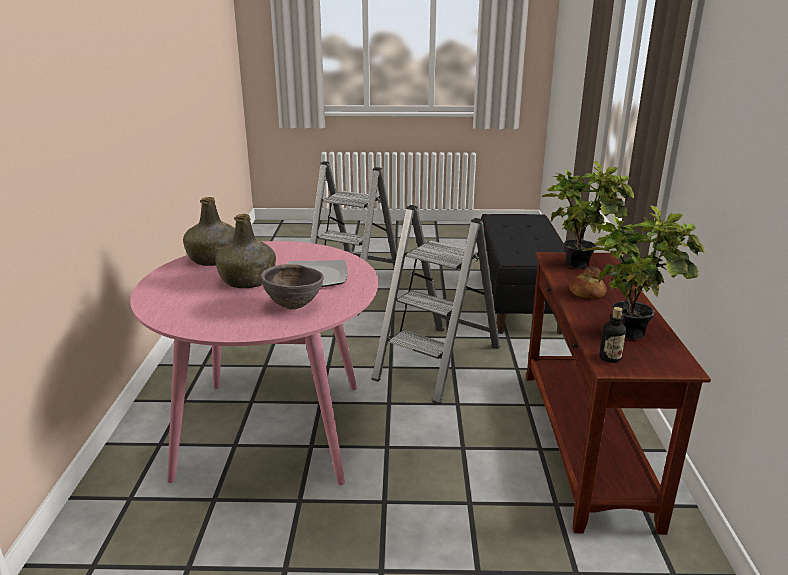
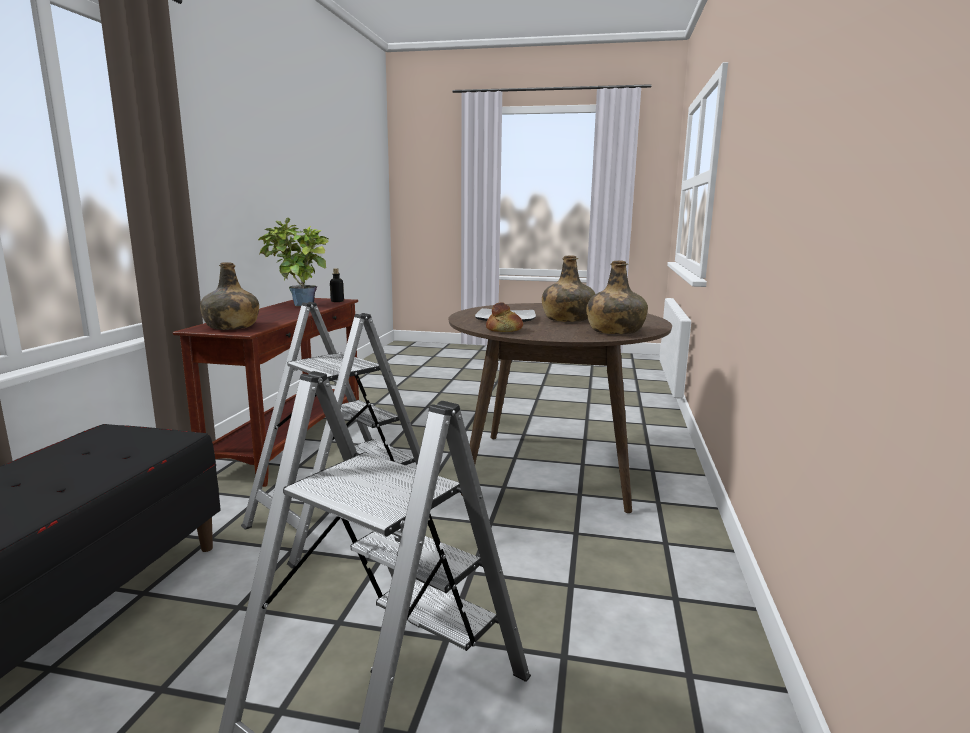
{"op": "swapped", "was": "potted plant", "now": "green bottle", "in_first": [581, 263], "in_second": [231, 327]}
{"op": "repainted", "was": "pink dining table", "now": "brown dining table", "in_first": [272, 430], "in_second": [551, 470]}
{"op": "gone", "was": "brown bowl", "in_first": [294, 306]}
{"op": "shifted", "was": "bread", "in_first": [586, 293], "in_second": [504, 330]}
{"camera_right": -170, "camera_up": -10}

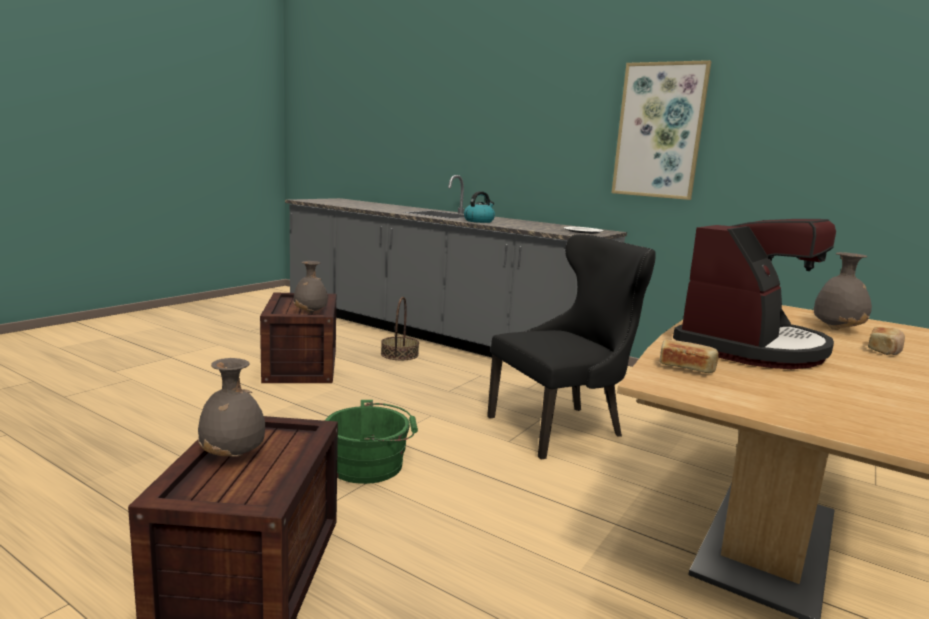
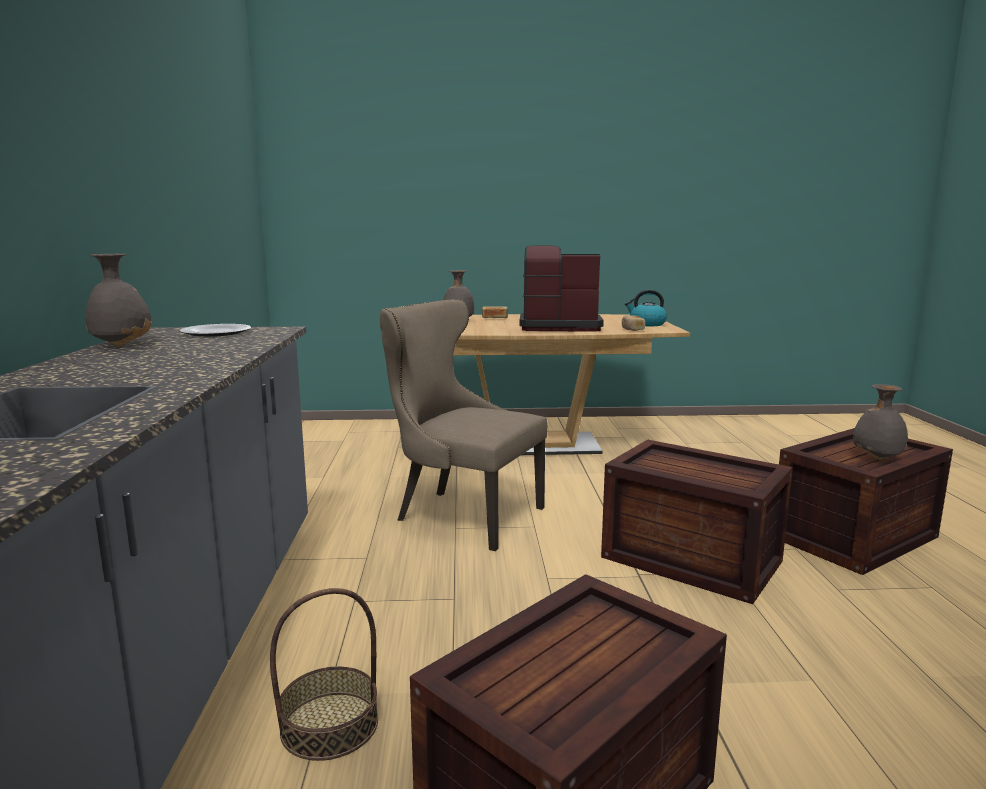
{"op": "gone", "was": "picture", "in_first": [659, 131]}
{"op": "shifted", "was": "kettle", "in_first": [479, 221], "in_second": [646, 324]}
{"op": "repainted", "was": "black chair", "now": "beige chair", "in_first": [561, 428], "in_second": [463, 515]}
{"op": "shifted", "was": "grey vase", "in_first": [311, 313], "in_second": [122, 345]}
{"op": "swapped", "was": "green bucket", "now": "crate", "in_first": [370, 465], "in_second": [693, 560]}
{"camera_right": -125, "camera_up": 0}

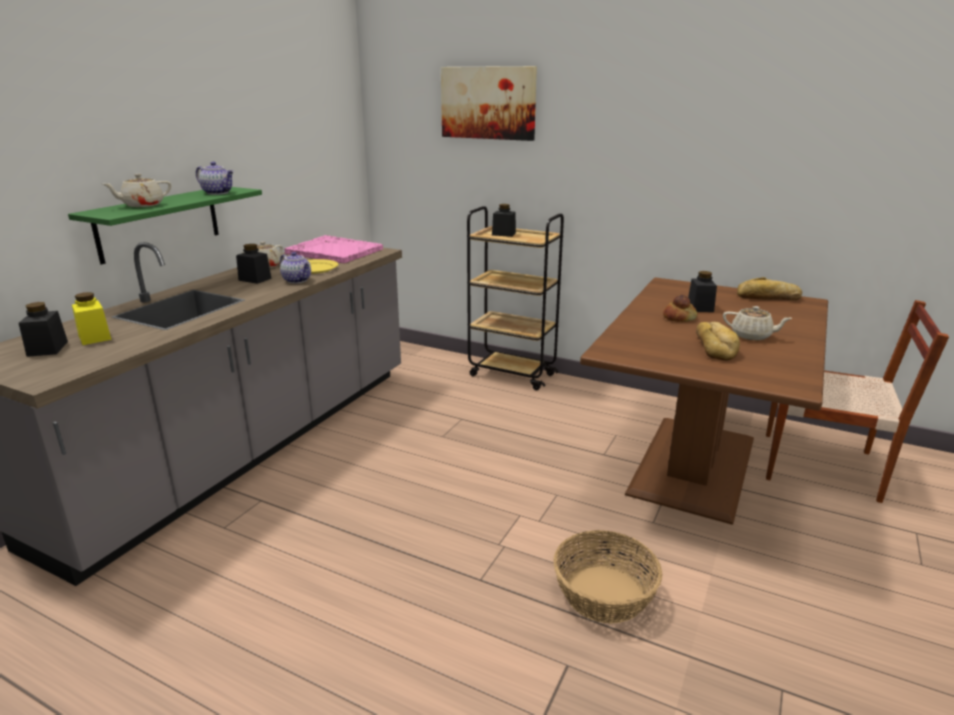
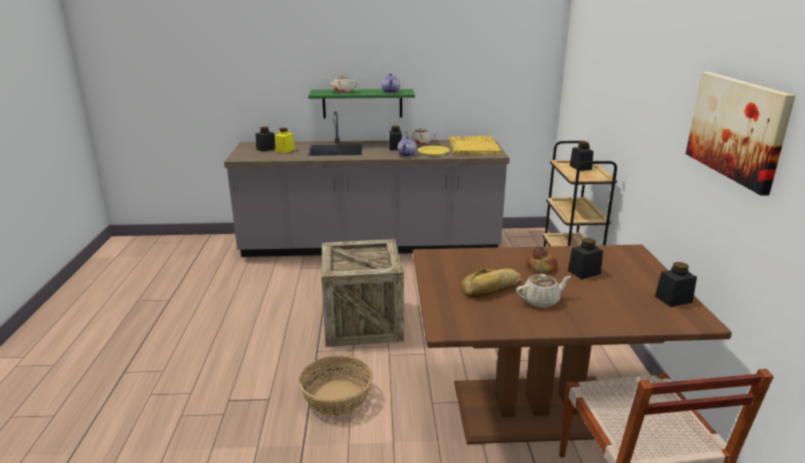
{"op": "shifted", "was": "picture", "in_first": [488, 103], "in_second": [737, 128]}
{"op": "repainted", "was": "pink tray", "now": "yellow tray", "in_first": [333, 251], "in_second": [473, 146]}
{"op": "swapped", "was": "bread", "now": "black jar", "in_first": [768, 297], "in_second": [673, 299]}
{"op": "rotated", "was": "beige teapot", "in_first": [752, 336], "in_second": [541, 301], "clockwise": -105}
{"op": "new", "now": "crate", "in_second": [362, 323]}
{"camera_right": 60, "camera_up": 0}

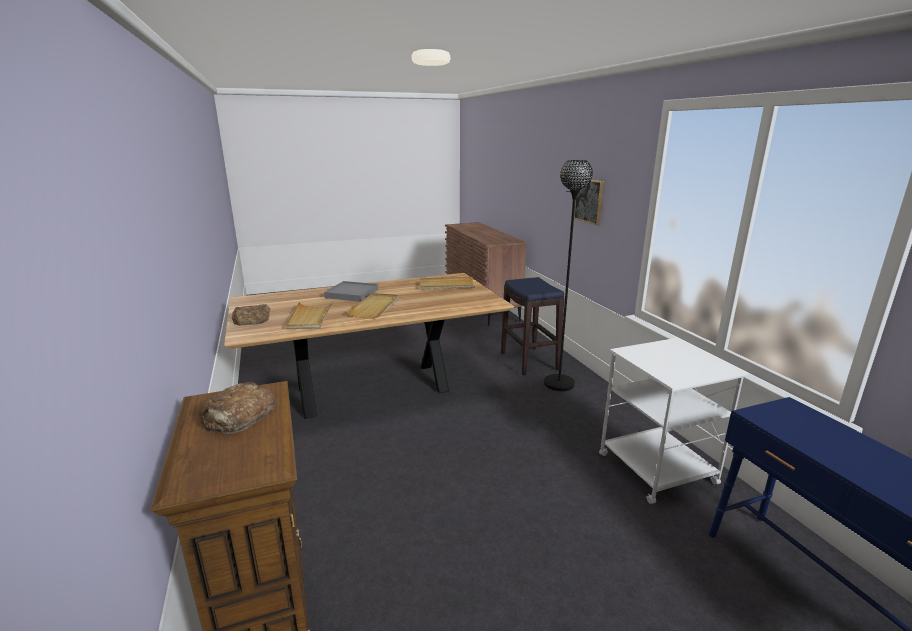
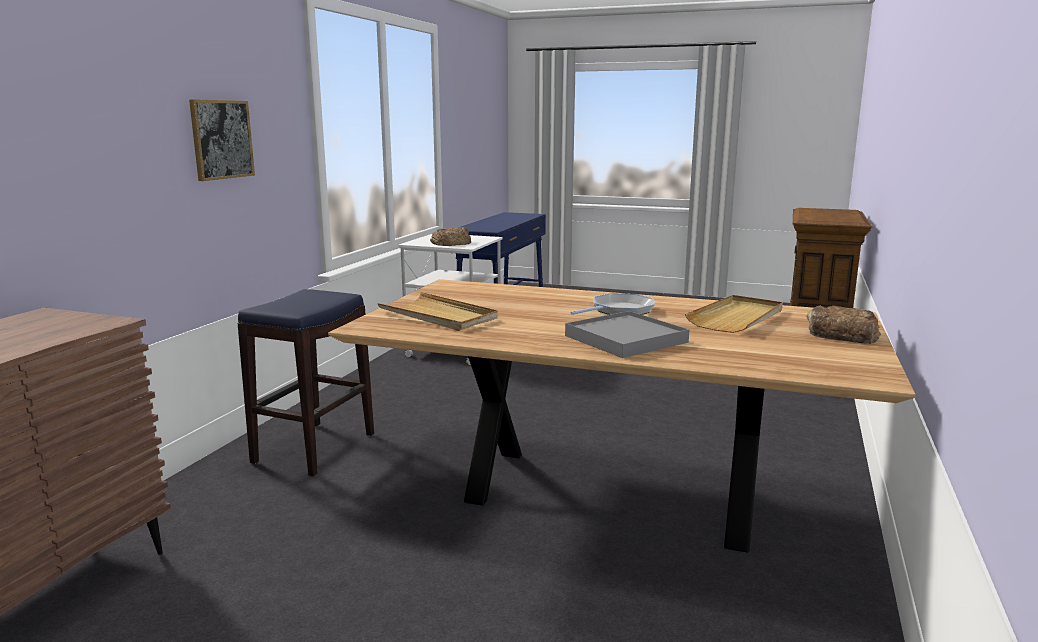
{"op": "gone", "was": "black floor lamp", "in_first": [558, 384]}
{"op": "swapped", "was": "beige tray", "now": "frying pan", "in_first": [375, 307], "in_second": [619, 310]}
{"op": "shifted", "was": "bread", "in_first": [238, 416], "in_second": [452, 243]}
{"camera_right": -140, "camera_up": -5}

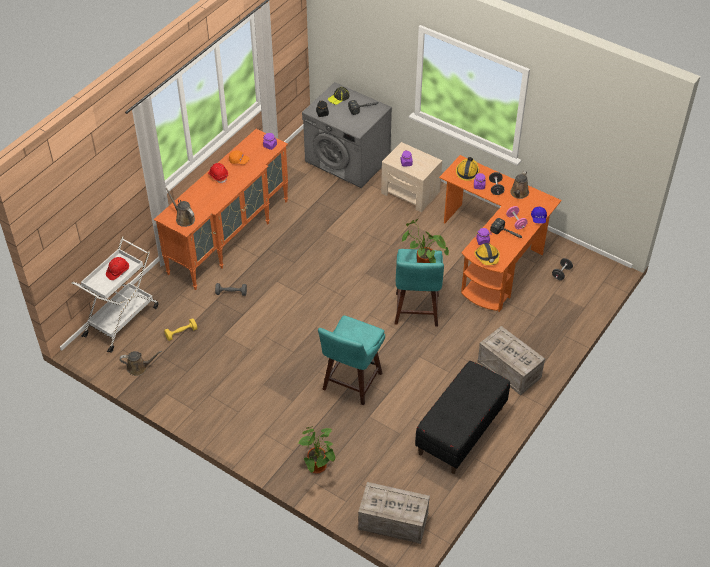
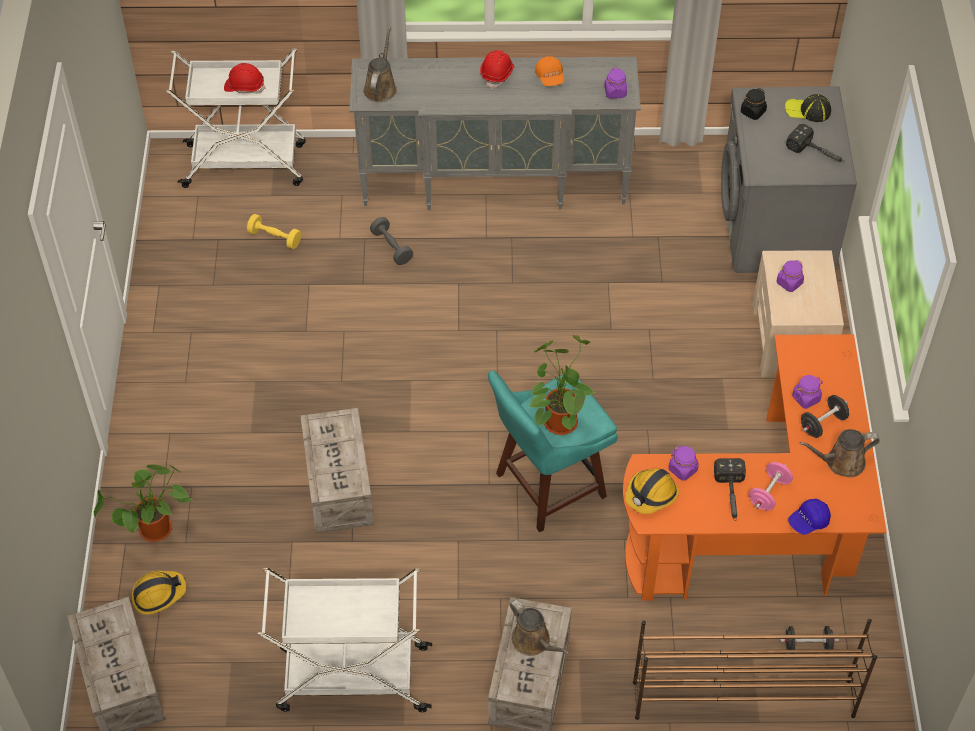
{"op": "repainted", "was": "orange cabinet", "now": "grey cabinet", "in_first": [230, 237], "in_second": [494, 183]}
{"op": "shifted", "was": "hard hat", "in_first": [467, 171], "in_second": [158, 594]}
{"op": "swapped", "was": "turquoise stool", "now": "crate", "in_first": [351, 383], "in_second": [338, 483]}
{"op": "shifted", "was": "brown watering can", "in_first": [139, 368], "in_second": [533, 641]}
{"op": "swapped", "was": "black bench", "now": "white cart", "in_first": [461, 431], "in_second": [352, 679]}
{"op": "new", "now": "brown shoe rack", "in_second": [742, 698]}
{"camera_right": 55, "camera_up": 5}

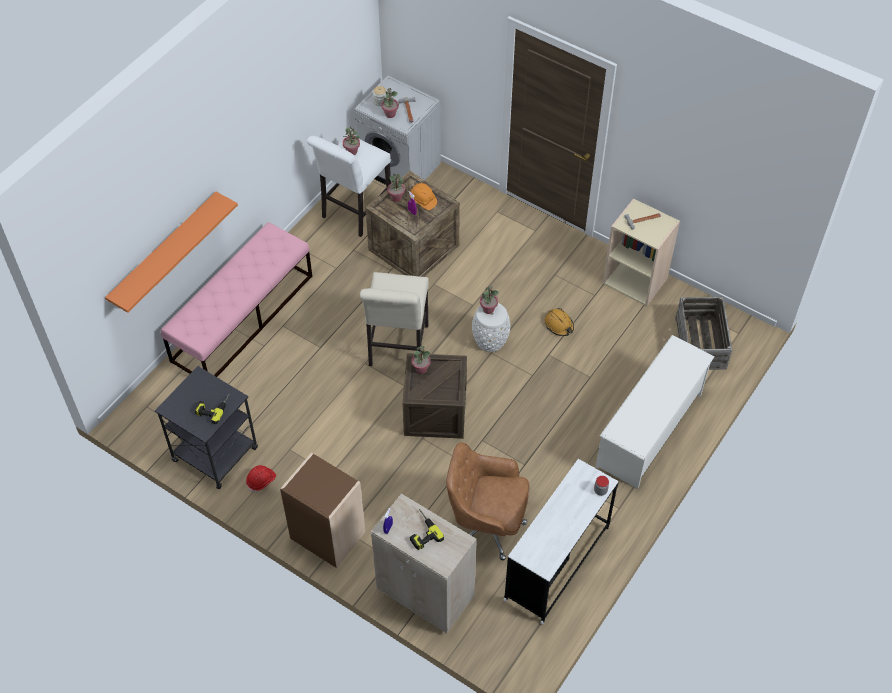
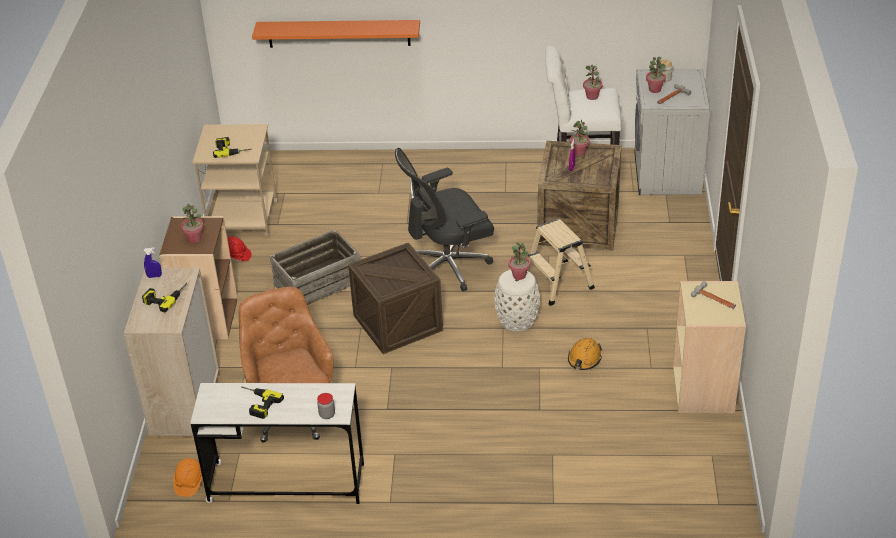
{"op": "shifted", "was": "orange hard hat", "in_first": [423, 200], "in_second": [189, 482]}
{"op": "gone", "was": "pink bench", "in_first": [243, 317]}
{"op": "swapped", "was": "beige stool", "now": "office chair", "in_first": [397, 349], "in_second": [448, 267]}
{"op": "shifted", "was": "crate", "in_first": [701, 342], "in_second": [318, 284]}
{"op": "gone", "was": "white shoe rack", "in_first": [649, 430]}
{"op": "shifted", "was": "potted plant", "in_first": [421, 369], "in_second": [194, 238]}
{"op": "repainted", "was": "black cart", "now": "beige cart", "in_first": [214, 452], "in_second": [243, 218]}
{"op": "new", "now": "beige step ladder", "in_second": [558, 282]}
{"op": "new", "now": "power drill", "in_second": [256, 403]}
{"camera_right": 60, "camera_up": -15}

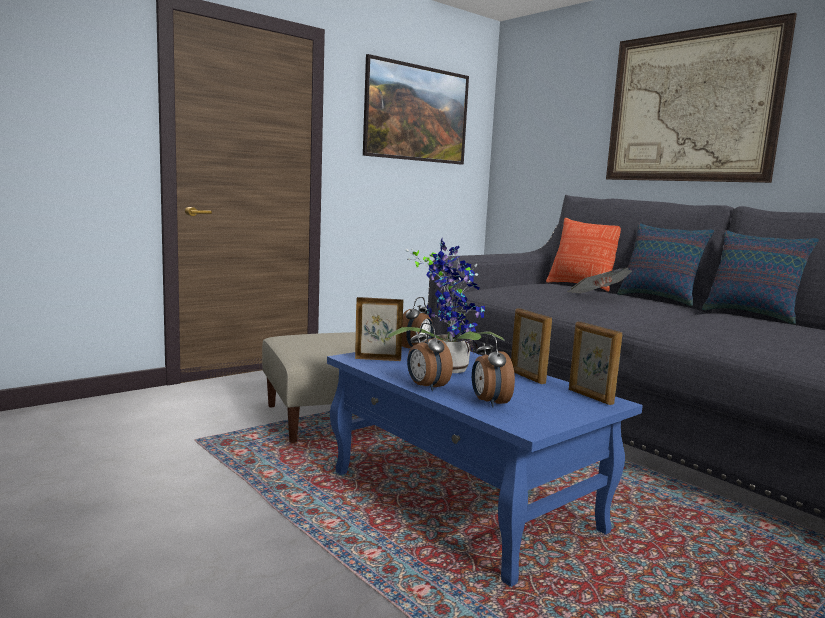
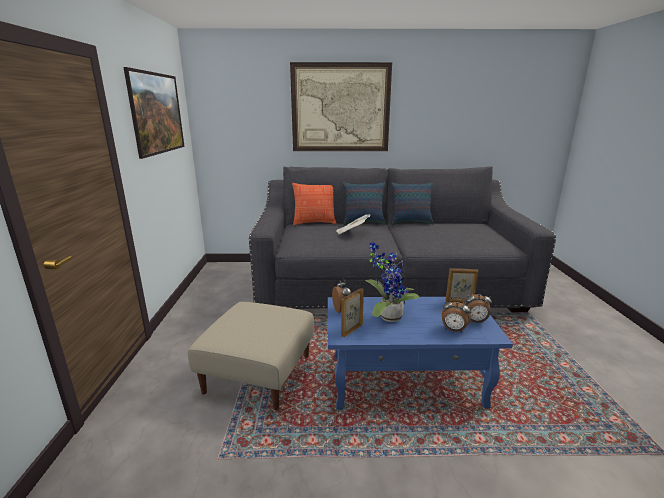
{"op": "gone", "was": "picture frame", "in_first": [527, 377]}
{"op": "shifted", "was": "alarm clock", "in_first": [426, 387], "in_second": [475, 321]}
{"camera_right": -50, "camera_up": 10}

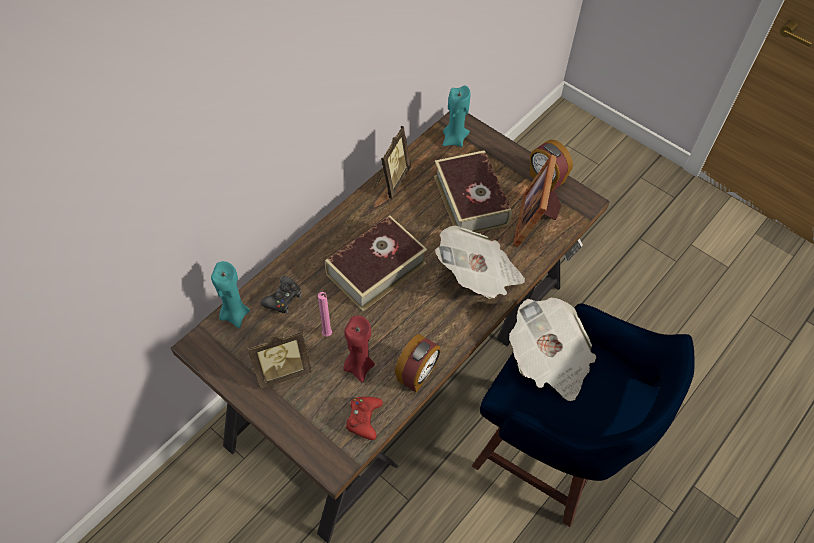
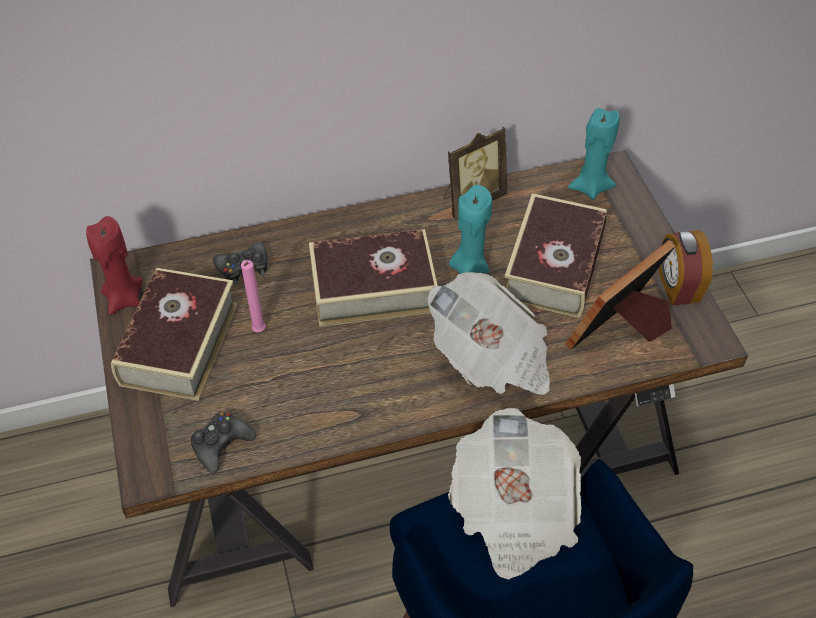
{"op": "shifted", "was": "turquoise candle", "in_first": [234, 314], "in_second": [469, 268]}
{"op": "shifted", "was": "red candle", "in_first": [358, 366], "in_second": [124, 298]}
{"op": "swapped", "was": "picture frame", "now": "book", "in_first": [282, 371], "in_second": [179, 344]}
{"op": "gone", "was": "alarm clock", "in_first": [417, 374]}
{"op": "repainted", "was": "red game controller", "now": "black game controller", "in_first": [363, 419], "in_second": [221, 445]}
{"camera_right": 35, "camera_up": -5}

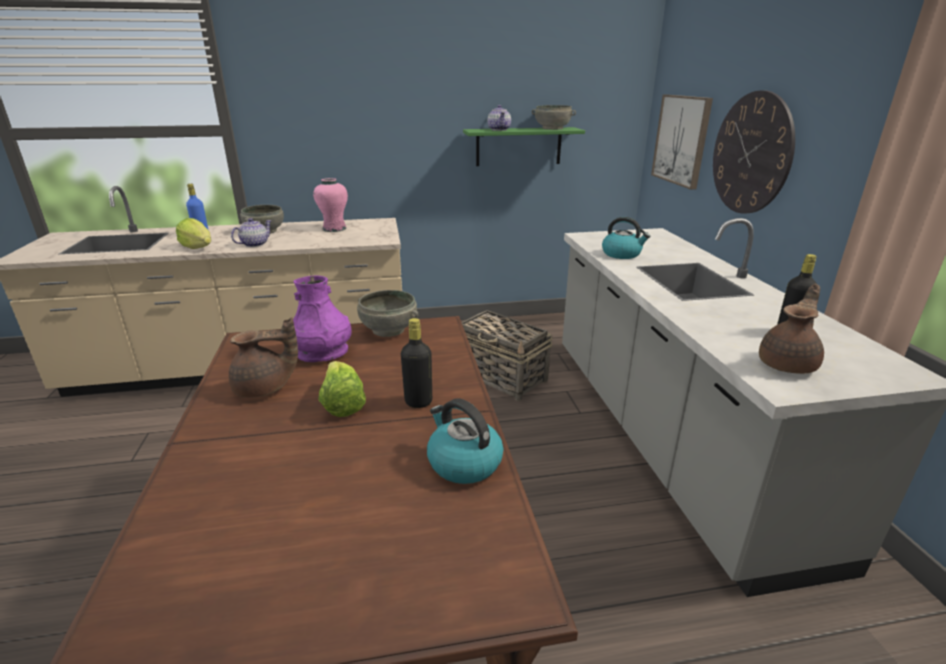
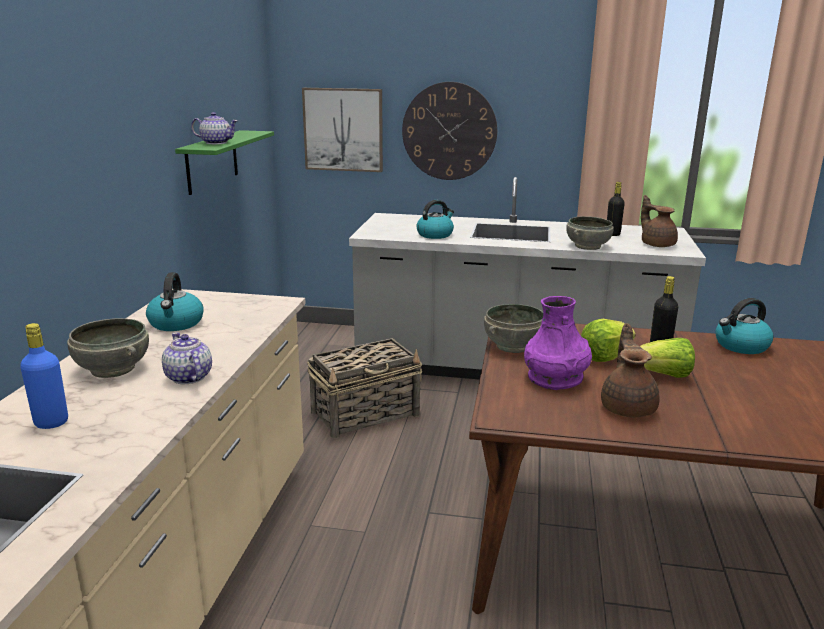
{"op": "shifted", "was": "grey bowl", "in_first": [552, 128], "in_second": [587, 246]}
{"op": "swapped", "was": "pink vase", "now": "kettle", "in_first": [334, 228], "in_second": [176, 323]}
{"op": "shifted", "was": "lettuce", "in_first": [198, 247], "in_second": [604, 357]}
{"camera_right": -70, "camera_up": -5}

